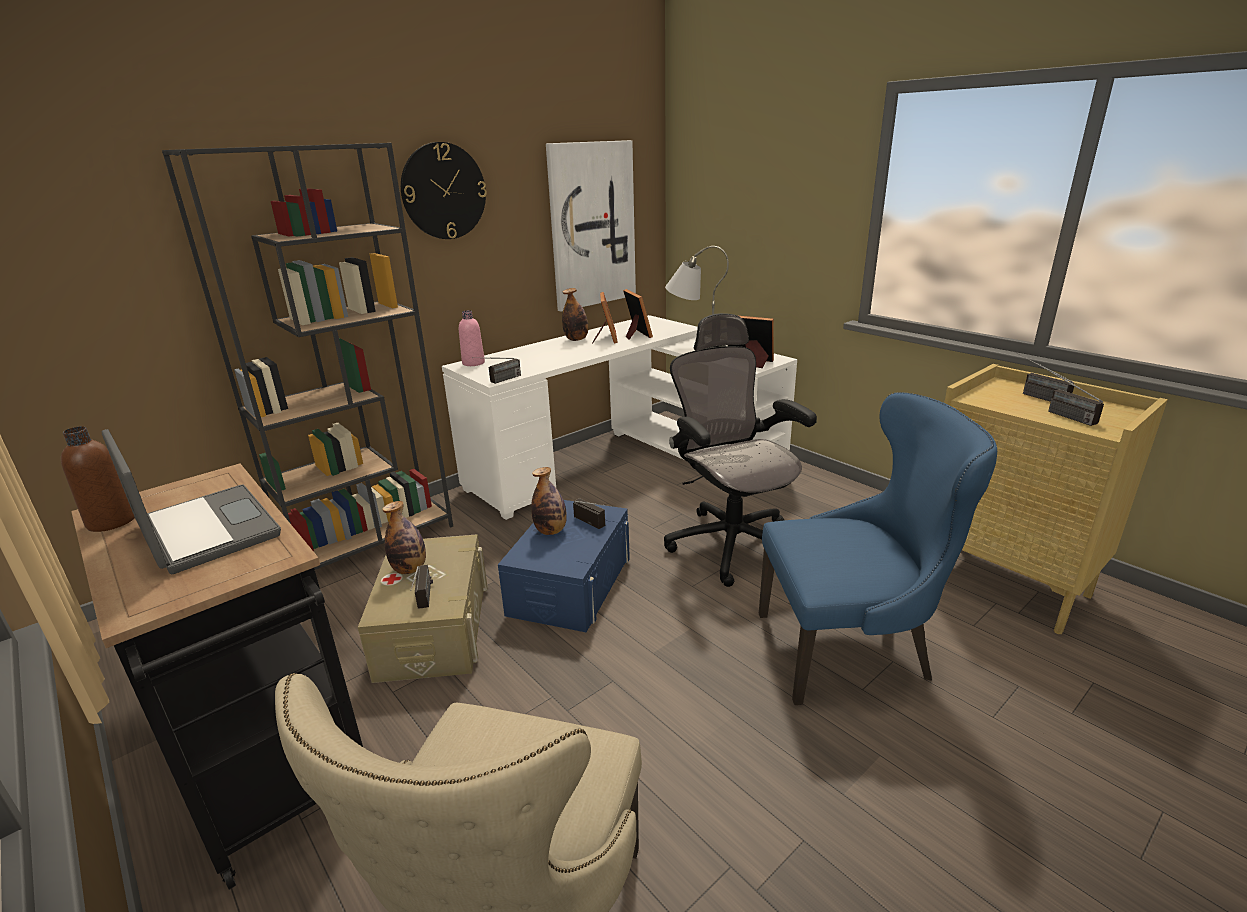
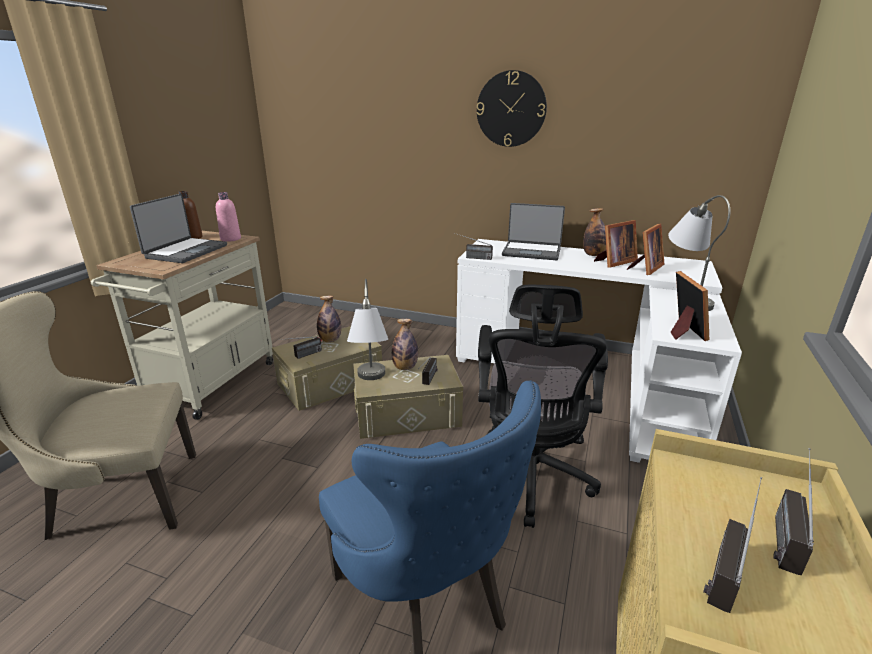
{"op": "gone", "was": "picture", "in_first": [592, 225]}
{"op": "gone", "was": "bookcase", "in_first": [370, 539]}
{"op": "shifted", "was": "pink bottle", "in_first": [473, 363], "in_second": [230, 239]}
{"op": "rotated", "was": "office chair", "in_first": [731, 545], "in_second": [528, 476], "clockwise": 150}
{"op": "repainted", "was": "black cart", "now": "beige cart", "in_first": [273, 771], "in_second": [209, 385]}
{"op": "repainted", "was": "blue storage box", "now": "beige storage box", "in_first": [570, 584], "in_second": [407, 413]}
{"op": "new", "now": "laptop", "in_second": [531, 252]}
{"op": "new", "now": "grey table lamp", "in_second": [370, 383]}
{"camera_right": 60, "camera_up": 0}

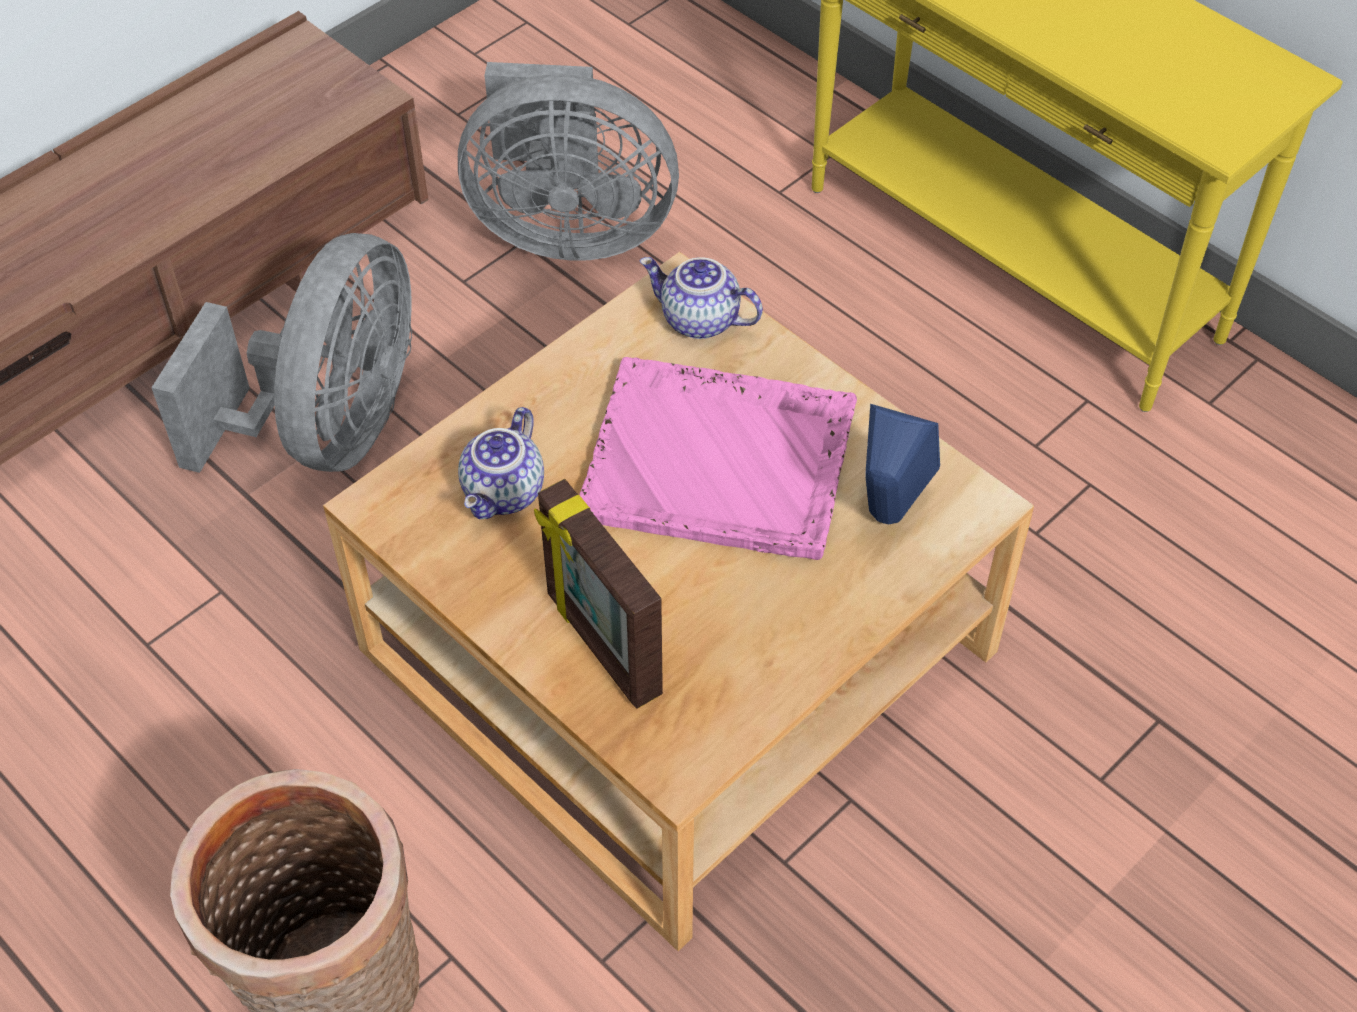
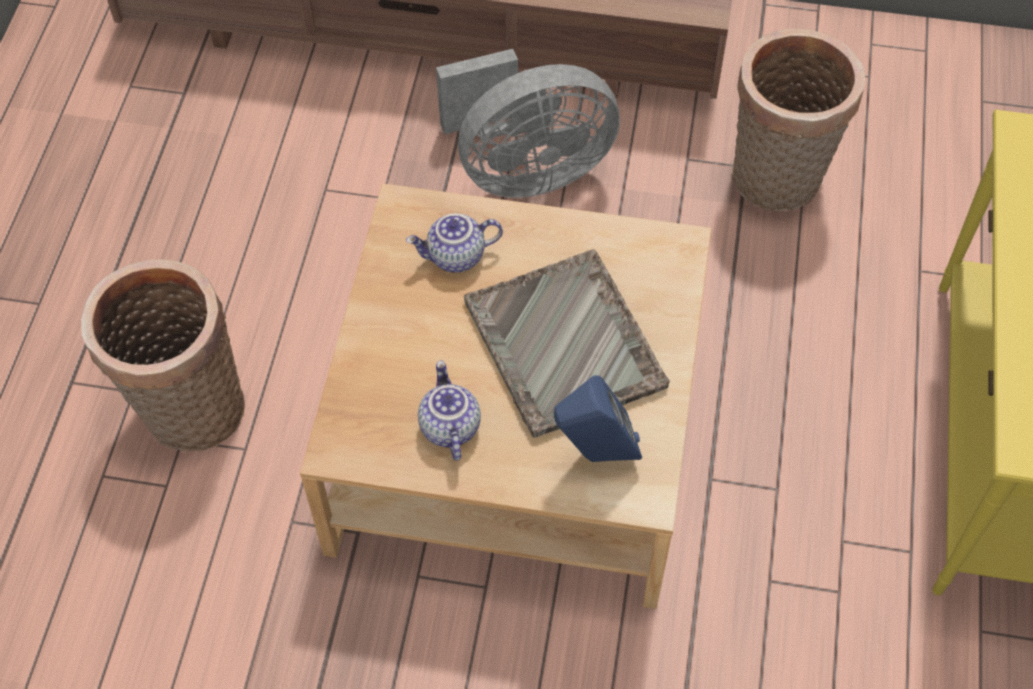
{"op": "swapped", "was": "grey fan", "now": "basket", "in_first": [568, 229], "in_second": [777, 182]}
{"op": "shifted", "was": "teapot", "in_first": [698, 321], "in_second": [448, 427]}
{"op": "repainted", "was": "pink tray", "now": "grey tray", "in_first": [721, 462], "in_second": [565, 346]}
{"op": "gone", "was": "picture frame", "in_first": [601, 645]}
{"camera_right": 55, "camera_up": 5}

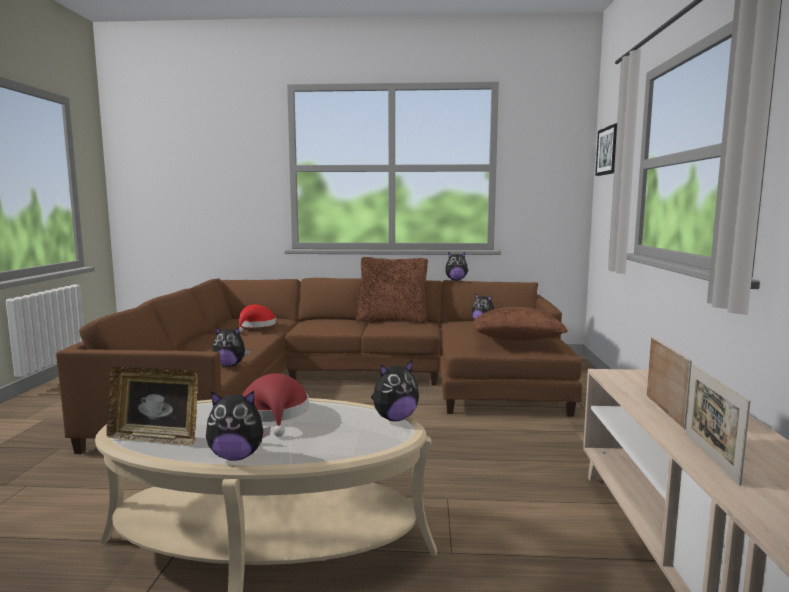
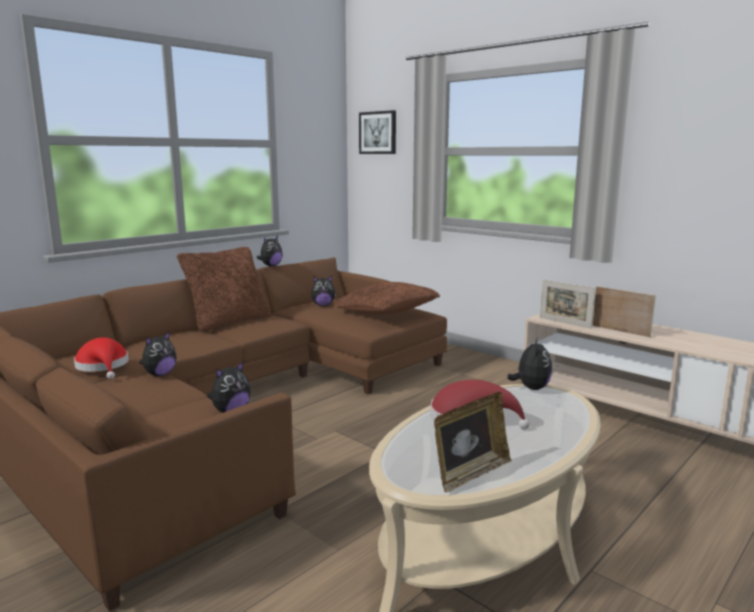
{"op": "shifted", "was": "picture frame", "in_first": [710, 458], "in_second": [565, 322]}
{"op": "shifted", "was": "plush toy", "in_first": [237, 456], "in_second": [159, 374]}
{"camera_right": -50, "camera_up": 5}

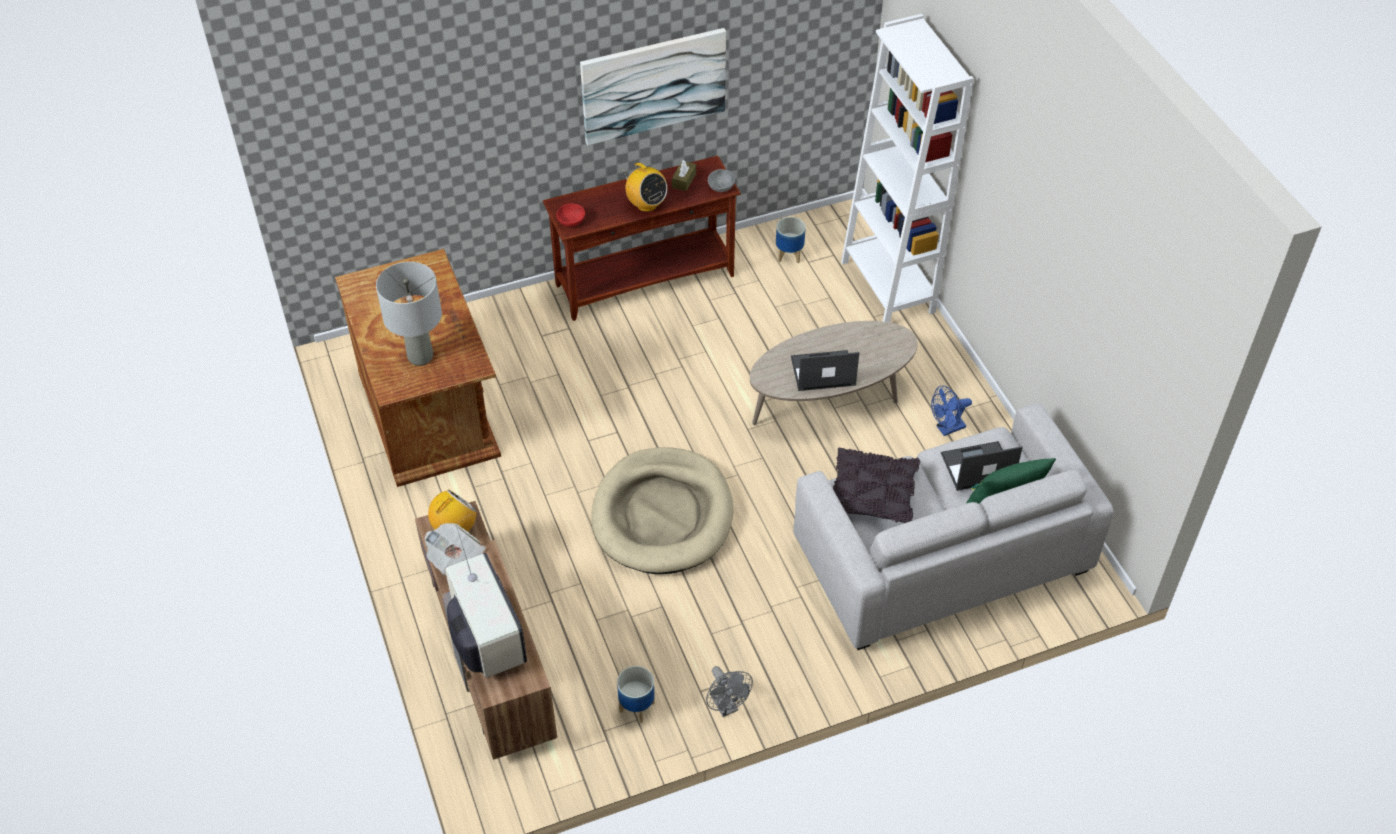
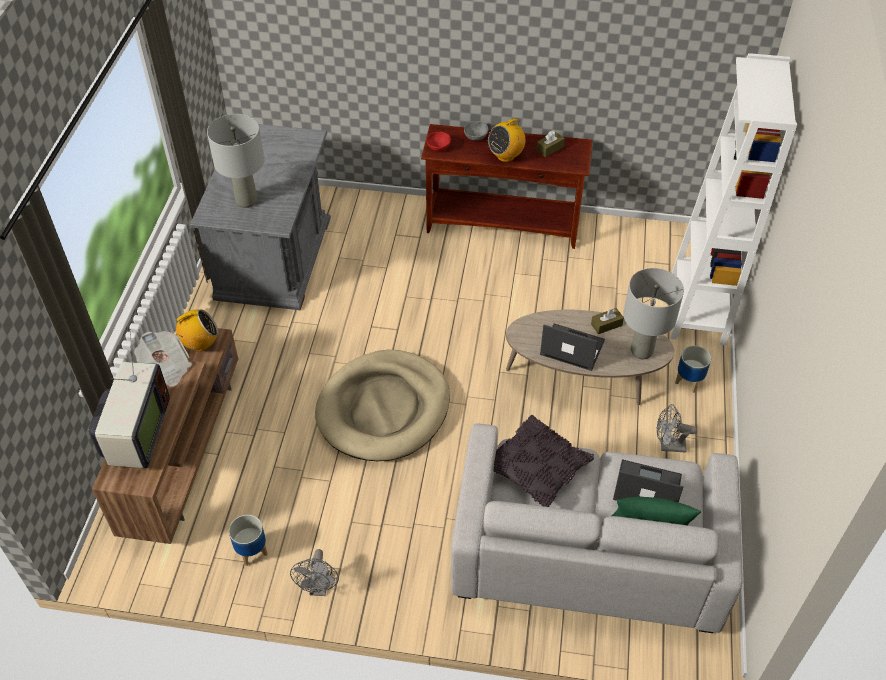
{"op": "gone", "was": "picture", "in_first": [653, 85]}
{"op": "rotated", "was": "radio", "in_first": [646, 205], "in_second": [506, 156], "clockwise": 60}
{"op": "shifted", "was": "grey bowl", "in_first": [721, 187], "in_second": [476, 137]}
{"op": "shifted", "was": "planter", "in_first": [789, 255], "in_second": [689, 381]}
{"op": "repainted", "was": "brown cabinet", "now": "grey cabinet", "in_first": [429, 413], "in_second": [275, 257]}
{"op": "repainted", "was": "blue fan", "now": "grey fan", "in_first": [947, 429], "in_second": [668, 446]}
{"op": "new", "now": "grey table lamp", "in_second": [642, 351]}
{"op": "new", "now": "brown tissue box", "in_second": [606, 325]}
{"camera_right": 30, "camera_up": 0}

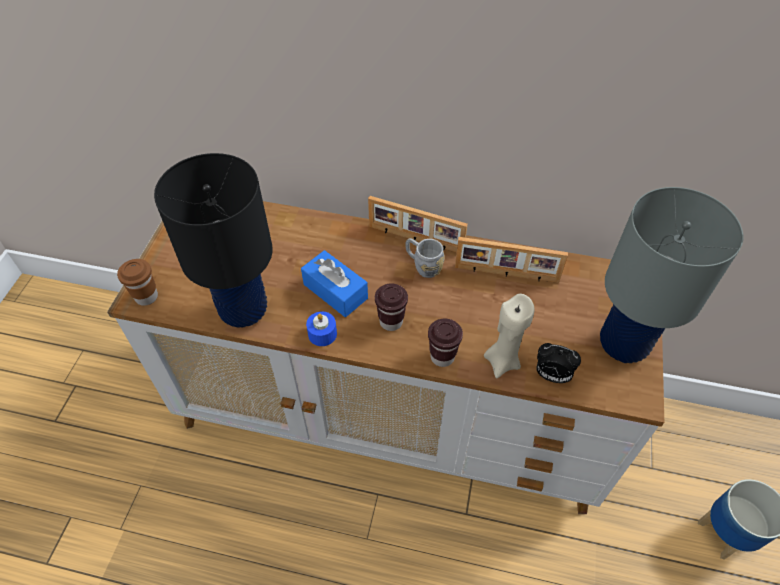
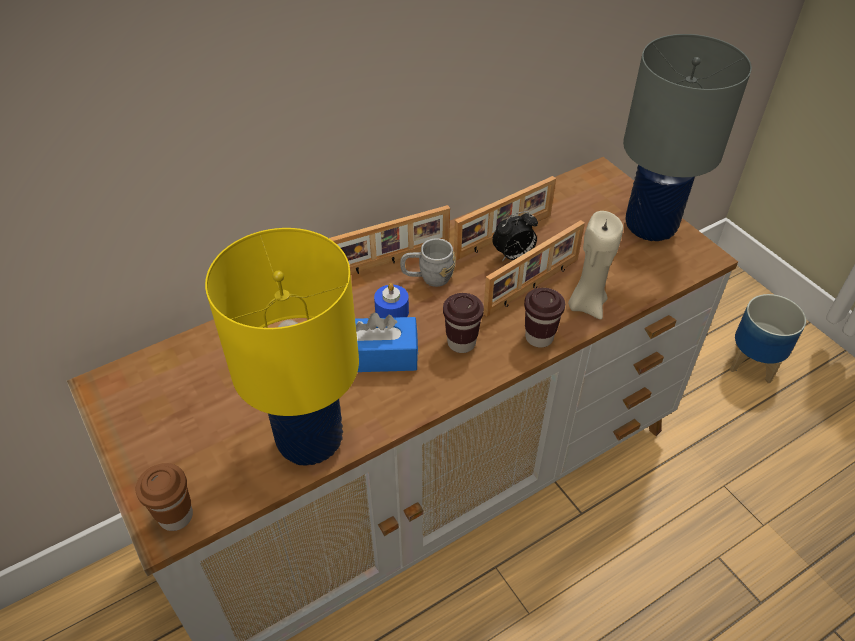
{"op": "repainted", "was": "black table lamp", "now": "yellow table lamp", "in_first": [245, 311], "in_second": [311, 441]}
{"op": "shifted", "was": "blue candle", "in_first": [322, 334], "in_second": [392, 312]}
{"op": "shifted", "was": "alarm clock", "in_first": [551, 375], "in_second": [513, 256]}
{"op": "new", "now": "picture frame", "in_second": [533, 287]}
{"camera_right": -45, "camera_up": -5}

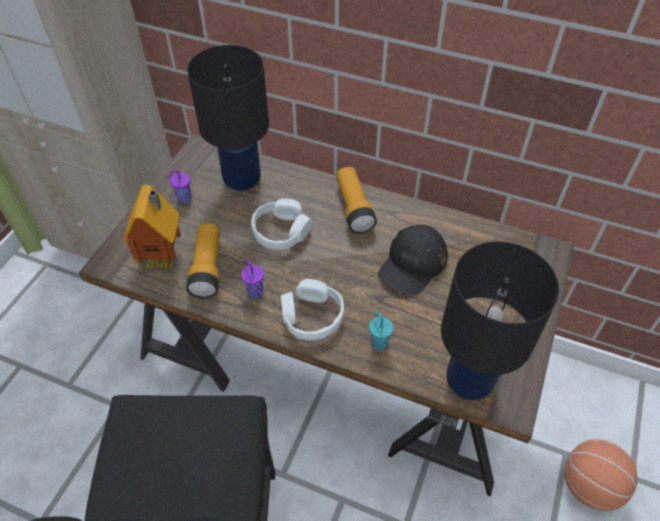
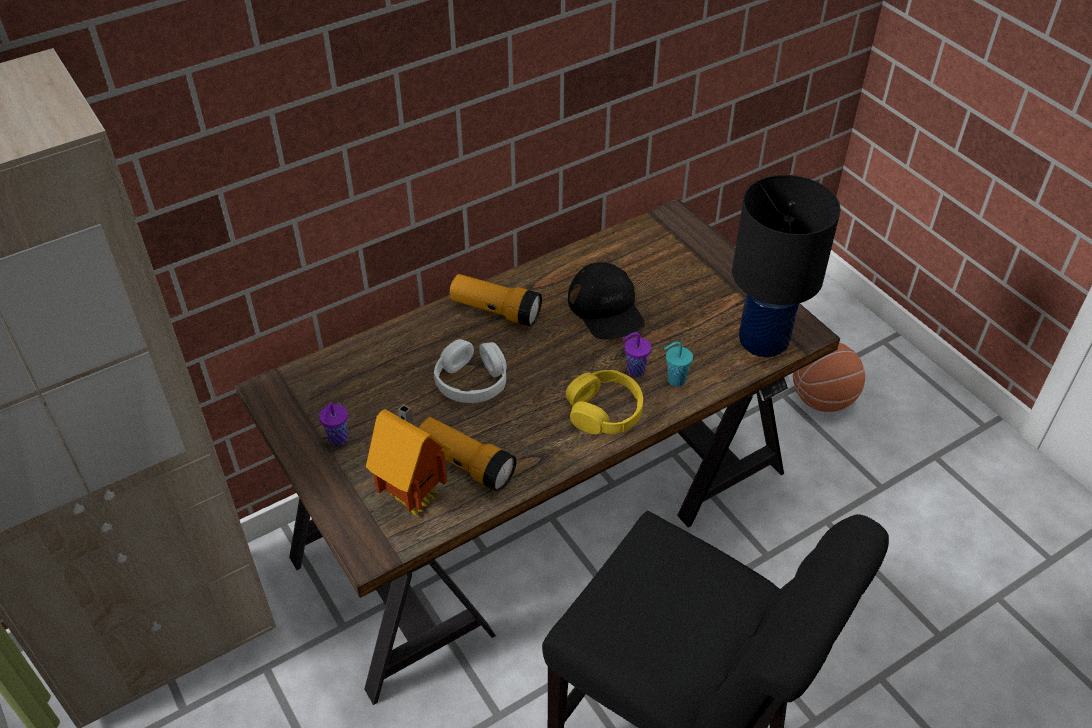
{"op": "gone", "was": "black table lamp", "in_first": [241, 181]}
{"op": "shifted", "was": "purple cup", "in_first": [254, 291], "in_second": [634, 370]}
{"op": "repainted", "was": "white headphones", "now": "yellow headphones", "in_first": [312, 316], "in_second": [604, 411]}
{"camera_right": -55, "camera_up": -5}

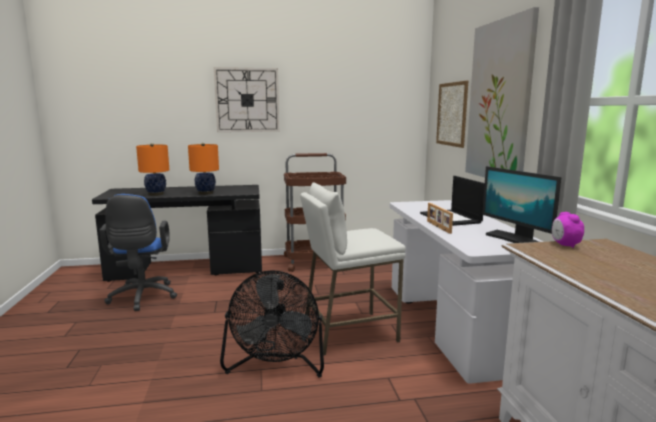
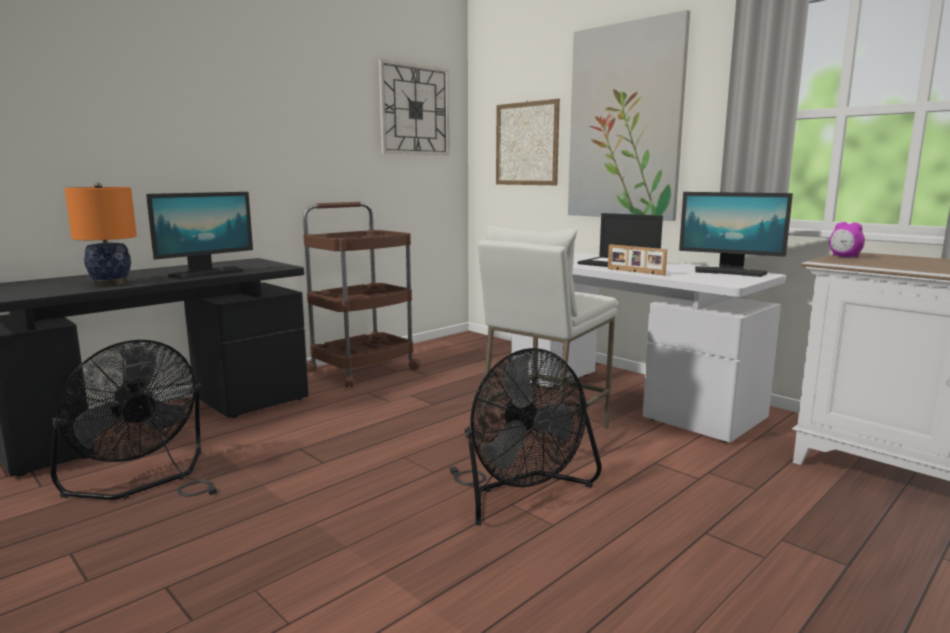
{"op": "shifted", "was": "wall clock", "in_first": [247, 100], "in_second": [414, 110]}
{"op": "swapped", "was": "orange table lamp", "now": "monitor", "in_first": [206, 193], "in_second": [207, 273]}
{"op": "swapped", "was": "blue office chair", "now": "black fan", "in_first": [142, 298], "in_second": [152, 480]}
{"camera_right": -35, "camera_up": 0}

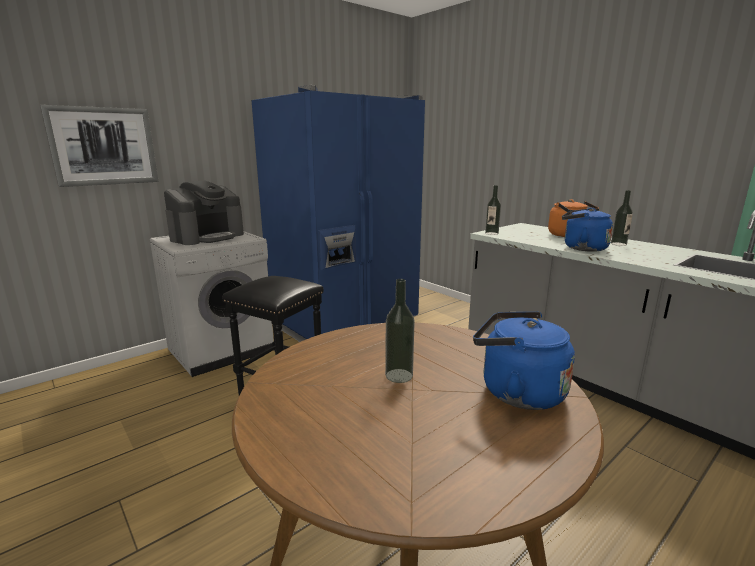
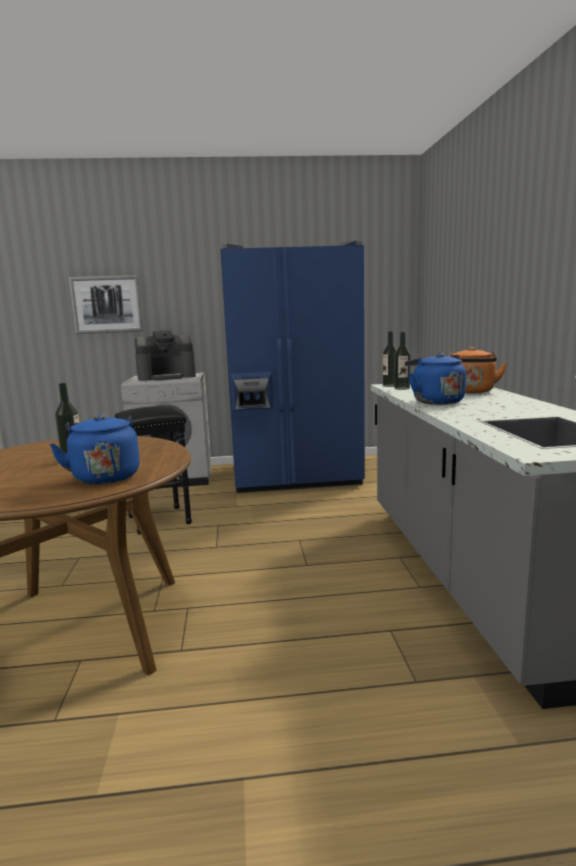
{"op": "shifted", "was": "bottle", "in_first": [618, 244], "in_second": [402, 388]}
{"camera_right": 35, "camera_up": -5}

